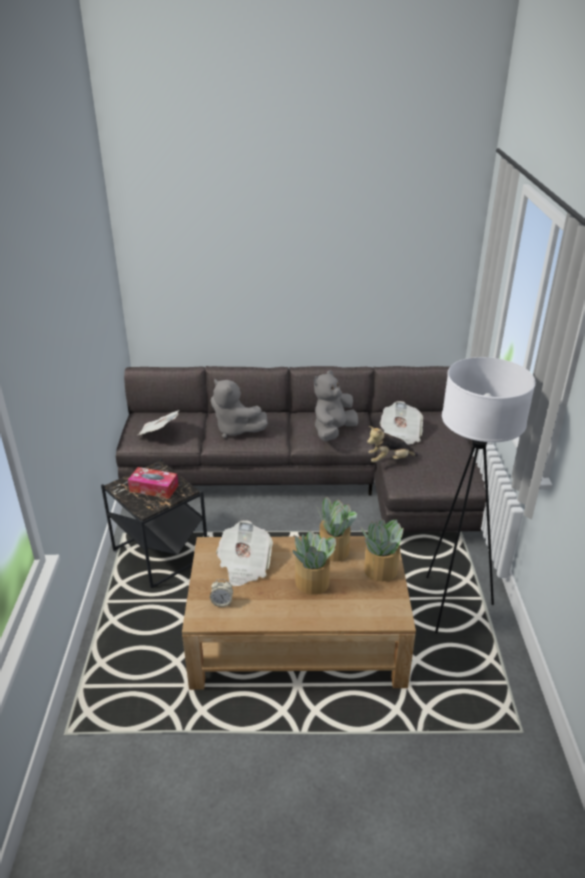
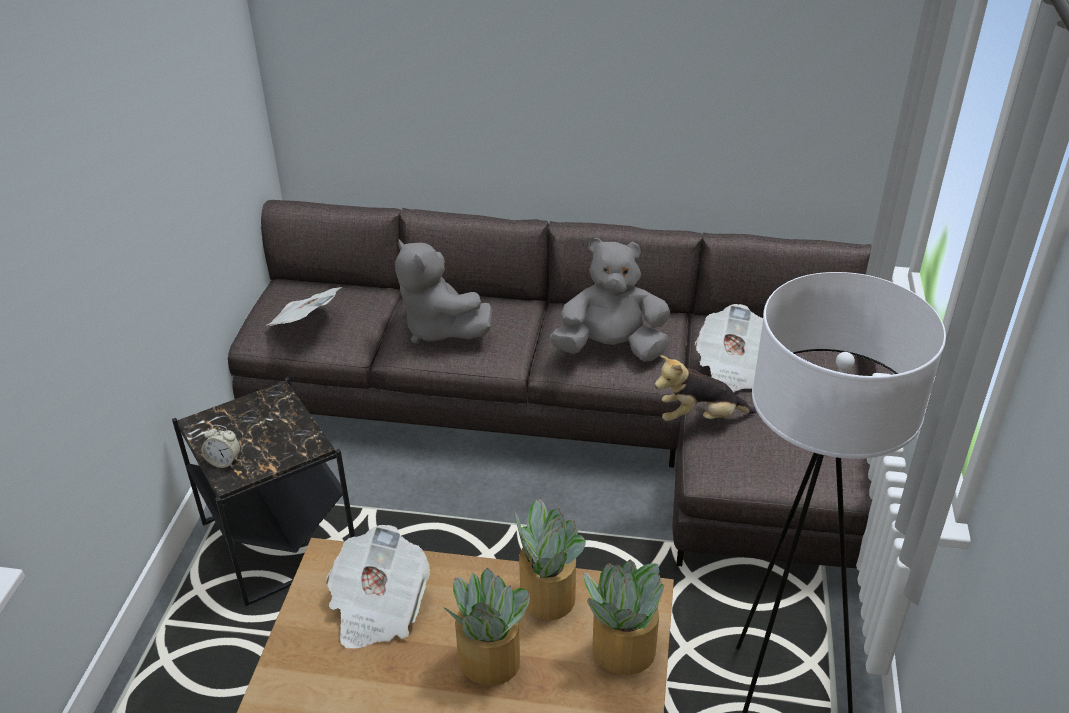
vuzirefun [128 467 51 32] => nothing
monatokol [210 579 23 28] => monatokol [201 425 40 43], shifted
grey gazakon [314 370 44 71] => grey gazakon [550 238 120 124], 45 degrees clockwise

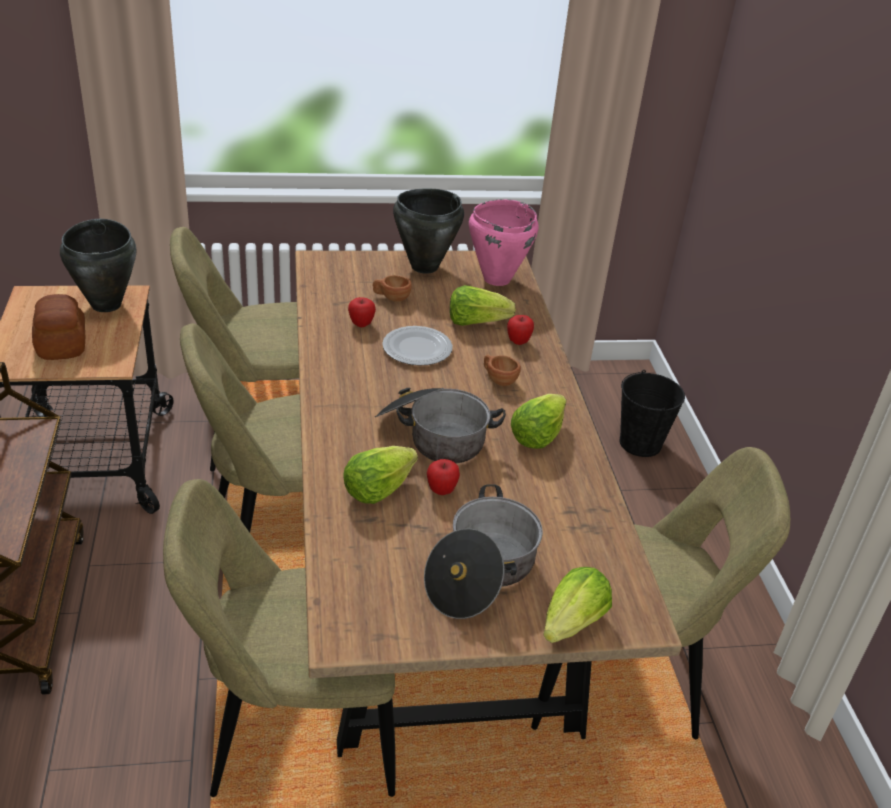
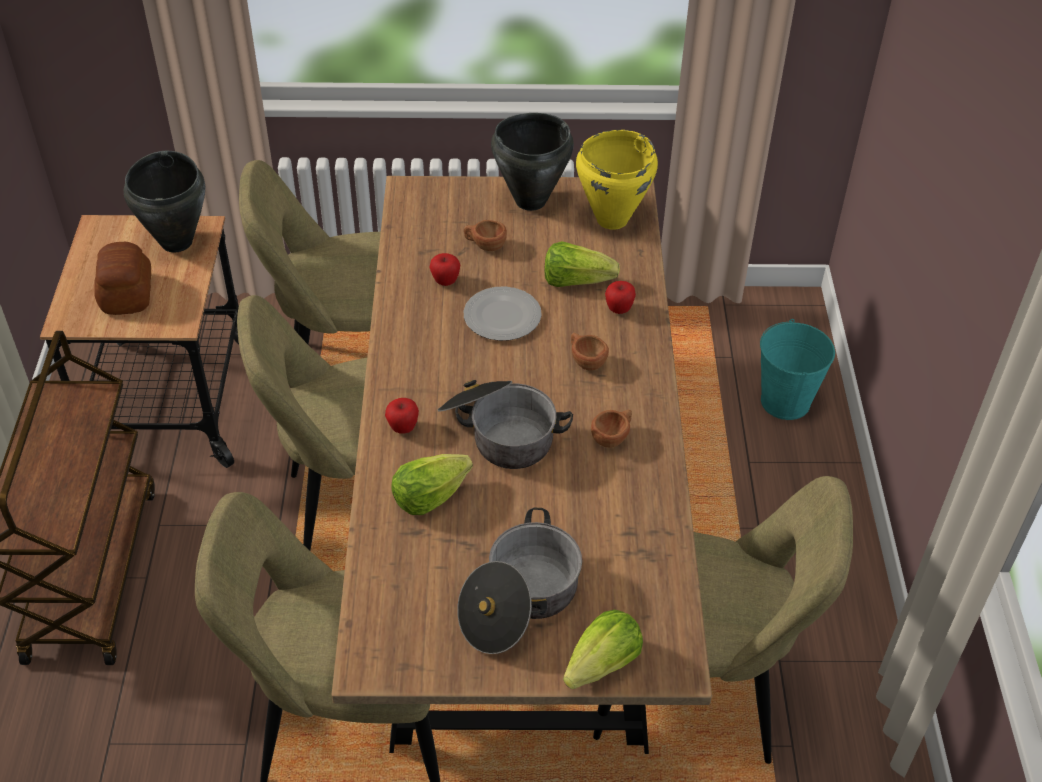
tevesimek [427 459 33 36] => tevesimek [385 398 34 36], shifted
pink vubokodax [469 199 69 87] => yellow vubokodax [576 130 82 100]
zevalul [511 394 56 55] => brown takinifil [591 410 41 38]
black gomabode [619 370 66 87] => turquoise gomabode [760 319 75 101]

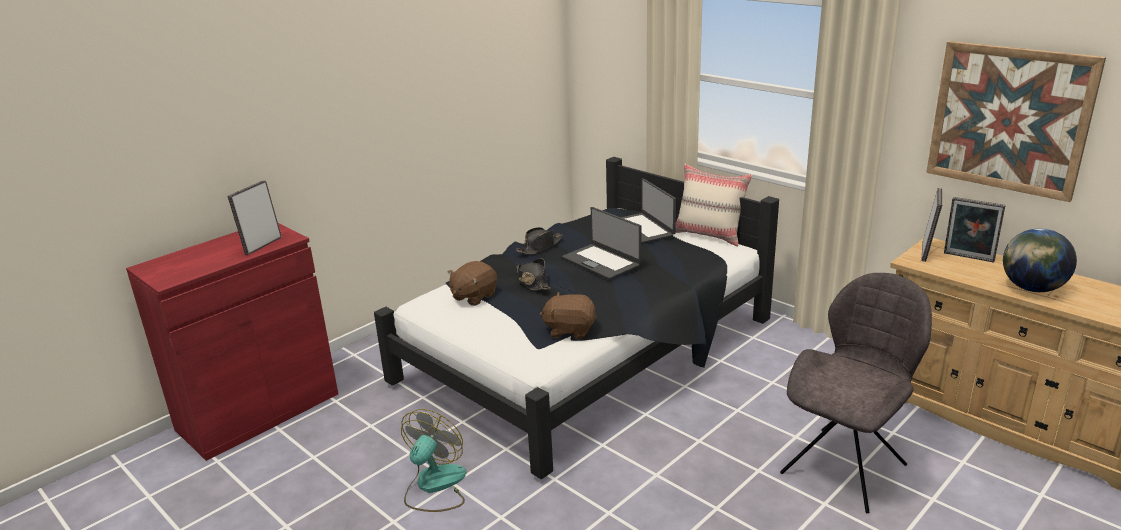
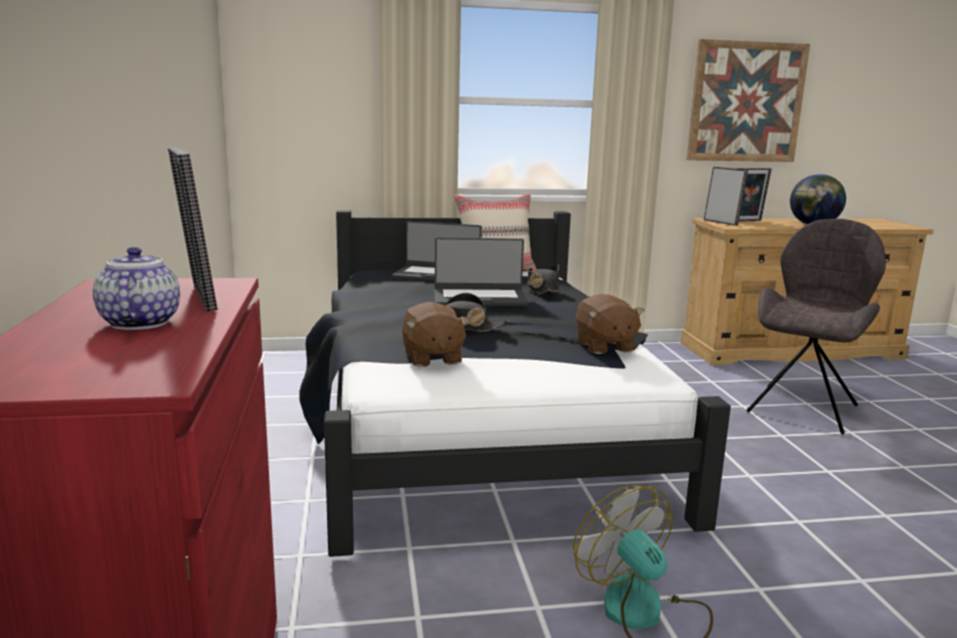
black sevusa [516 227 47 27] => black sevusa [527 265 32 30], shifted
brown gazakon [540 292 57 47] => brown gazakon [575 294 70 60], 60 degrees counterclockwise
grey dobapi [780 273 152 240] => grey dobapi [746 219 140 215], 45 degrees clockwise
nothing => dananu [93 247 87 83]

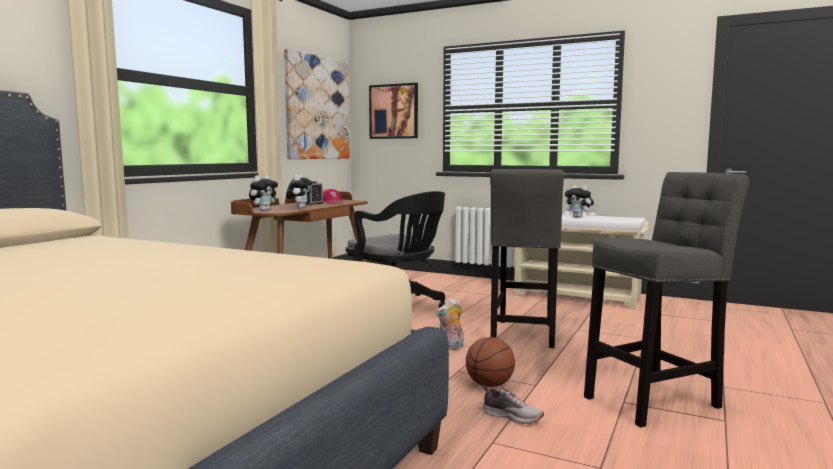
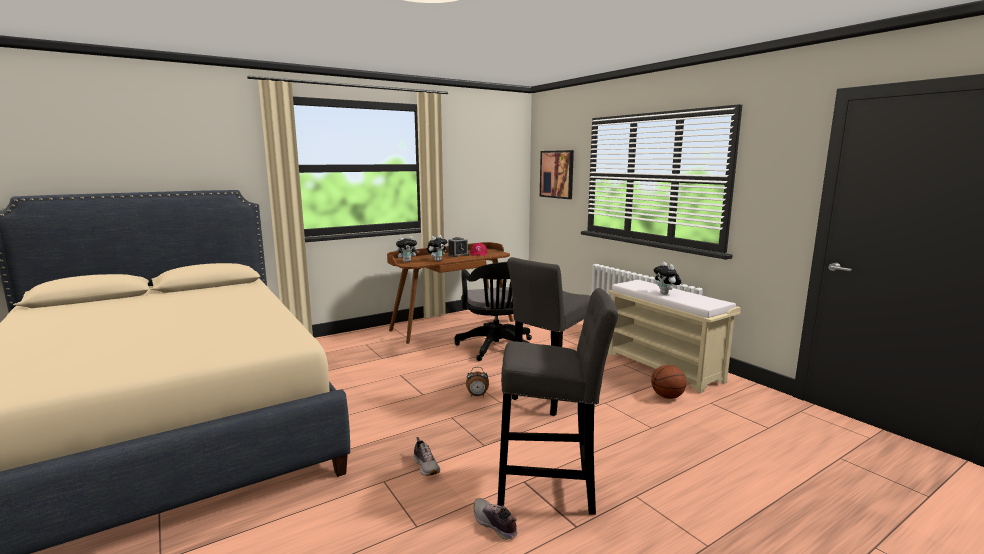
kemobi [284 48 66 111] => nothing
gazakon [436 298 28 52] => monatokol [466 367 23 29]
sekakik [466 337 49 50] => sekakik [651 365 35 34], shifted
nothing => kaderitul [473 498 45 42]

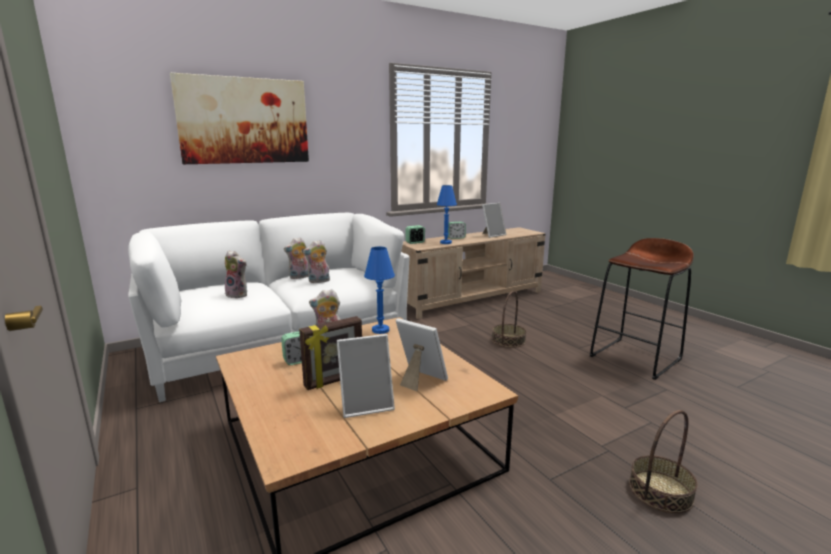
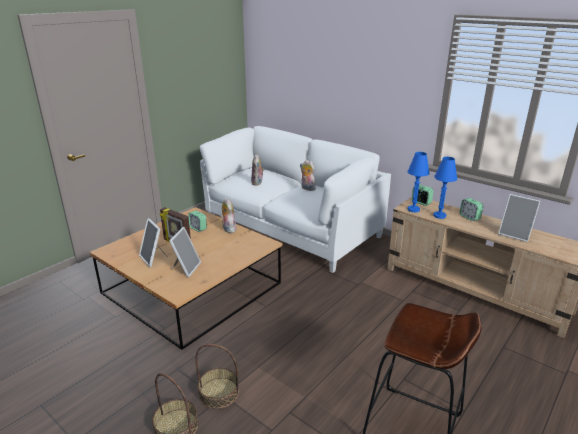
kemobi [170 73 139 91] => nothing
gazakon [303 240 27 43] => nothing
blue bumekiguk [364 247 31 87] => blue bumekiguk [408 152 22 60], shifted
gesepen [492 291 34 57] => gesepen [195 344 44 65], shifted

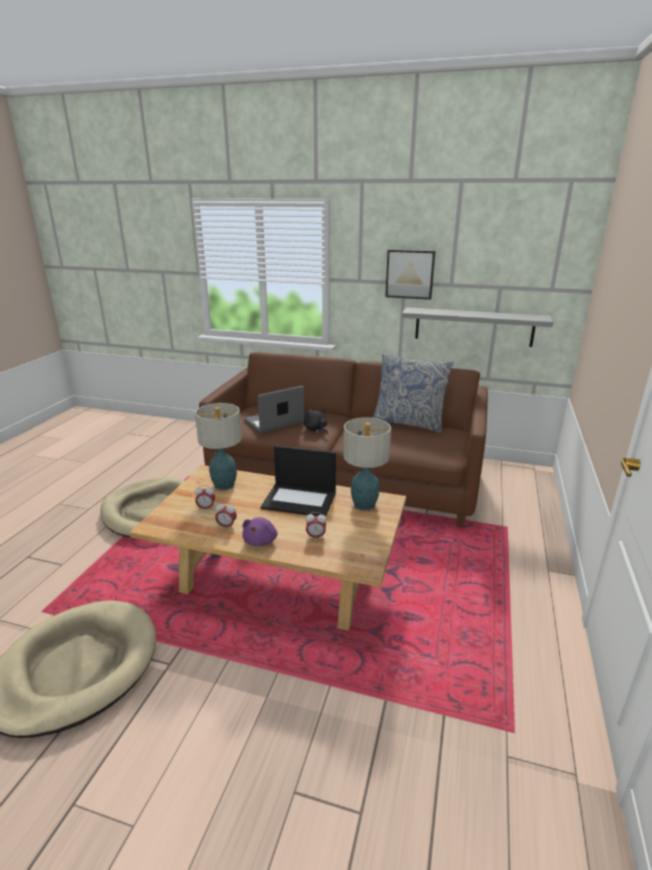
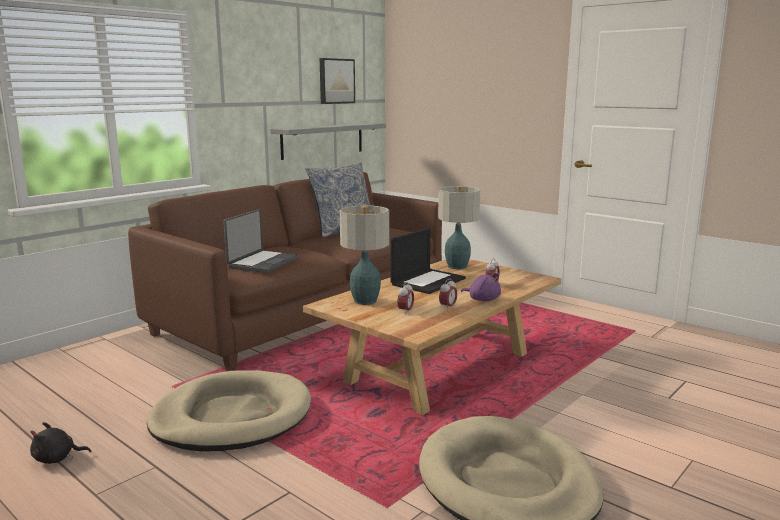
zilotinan [244 386 60 47] => zilotinan [223 209 76 64], 150 degrees counterclockwise
black gazakon [303 407 25 27] => black gazakon [30 422 61 42], shifted
kemobi [385 249 50 51] => kemobi [320 58 35 46], shifted

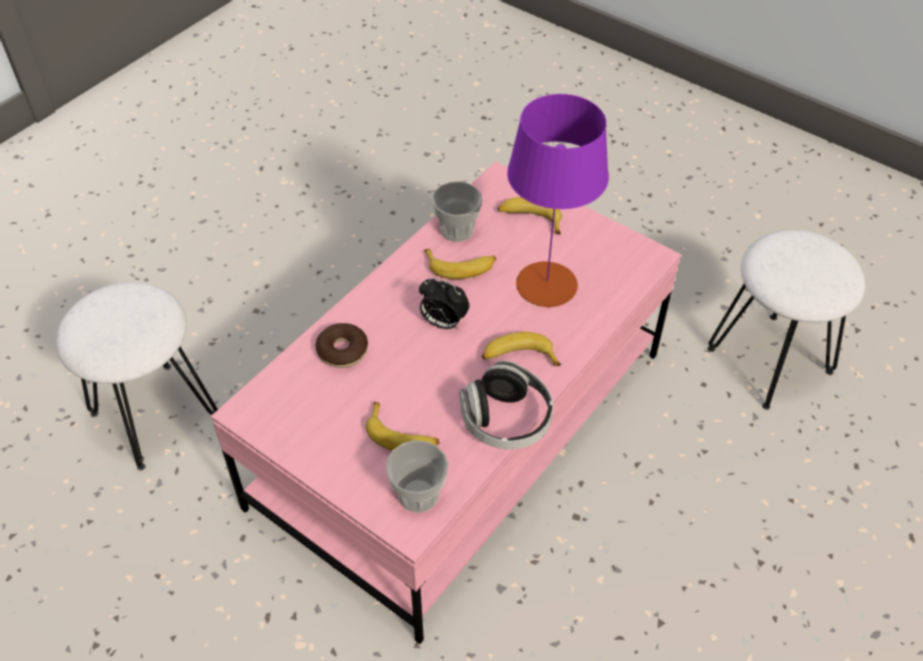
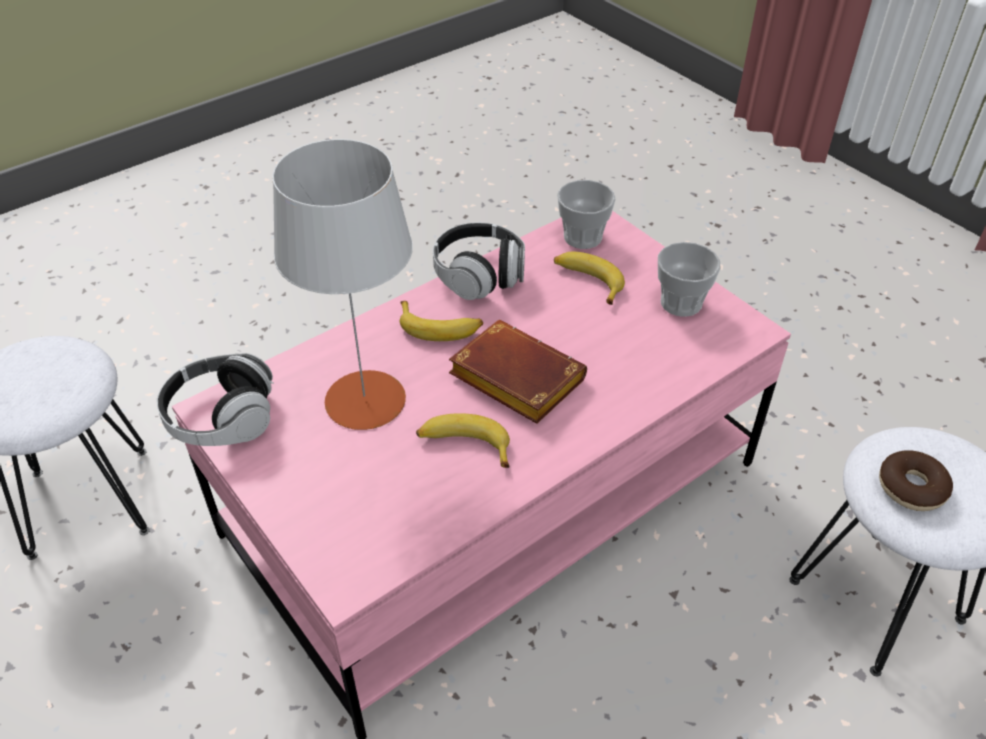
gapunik [316 323 52 45] => gapunik [879 450 74 61], shifted
monatokol [419 278 50 51] => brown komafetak [449 320 138 104]
takinifil [432 182 50 60] => takinifil [658 242 63 75], shifted
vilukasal [498 197 64 38] => nothing
purple bumekiguk [507 94 102 213] => grey bumekiguk [272 139 141 291]
nothing => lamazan [157 353 117 93]

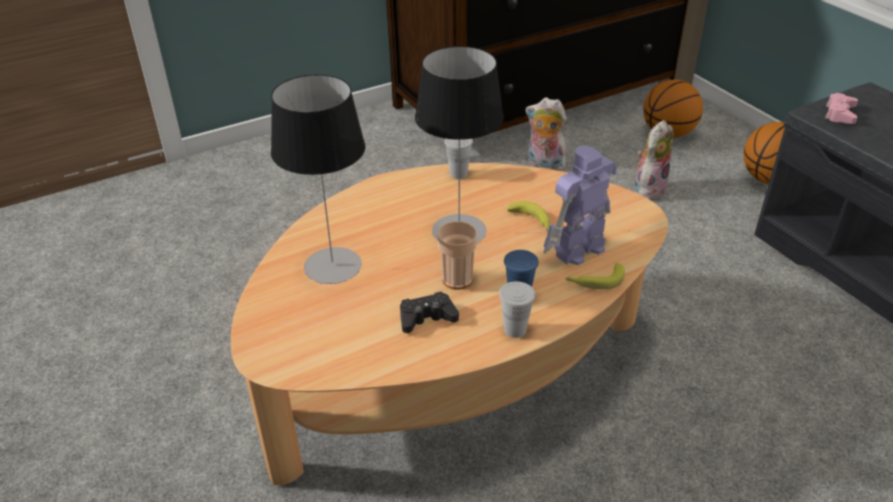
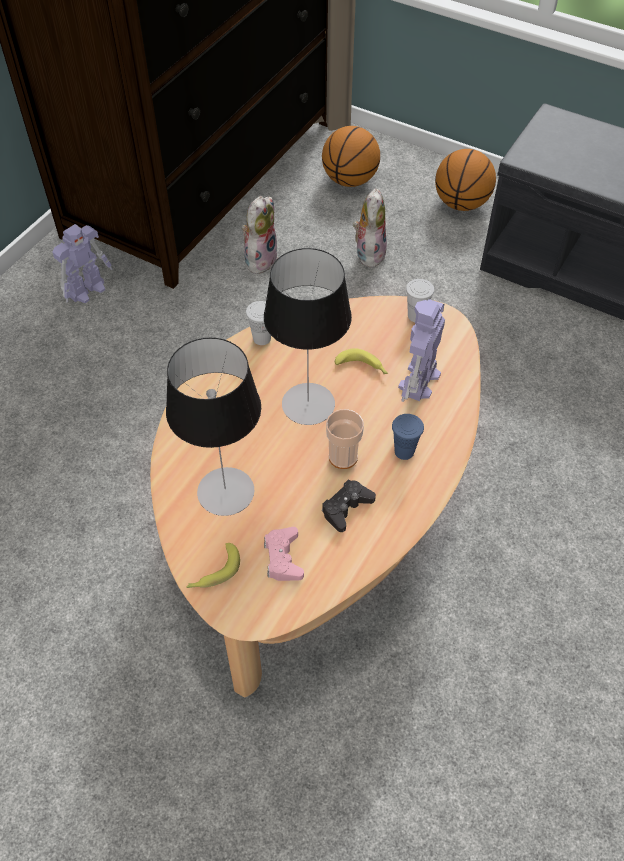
white takinifil [499 282 37 56] => white takinifil [406 279 28 43], shifted
gazakon [526 97 41 74] => gazakon [242 196 36 78], 120 degrees clockwise
vilukasal [565 263 60 26] => vilukasal [186 543 54 45], shifted
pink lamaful [825 93 33 31] => pink lamaful [264 527 40 54], shifted
nothing => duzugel [52 224 61 79]

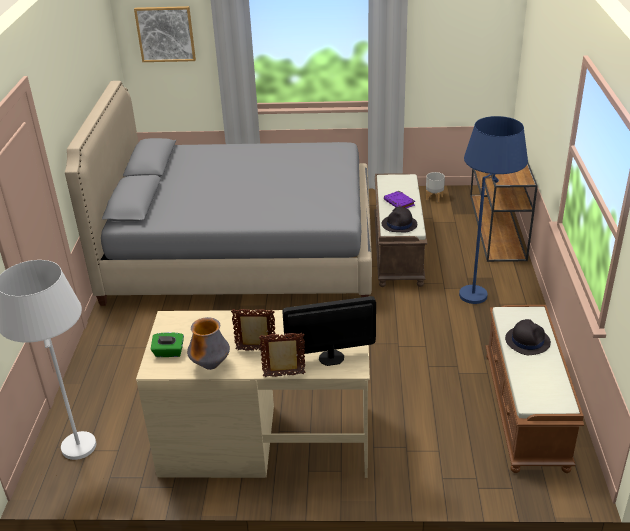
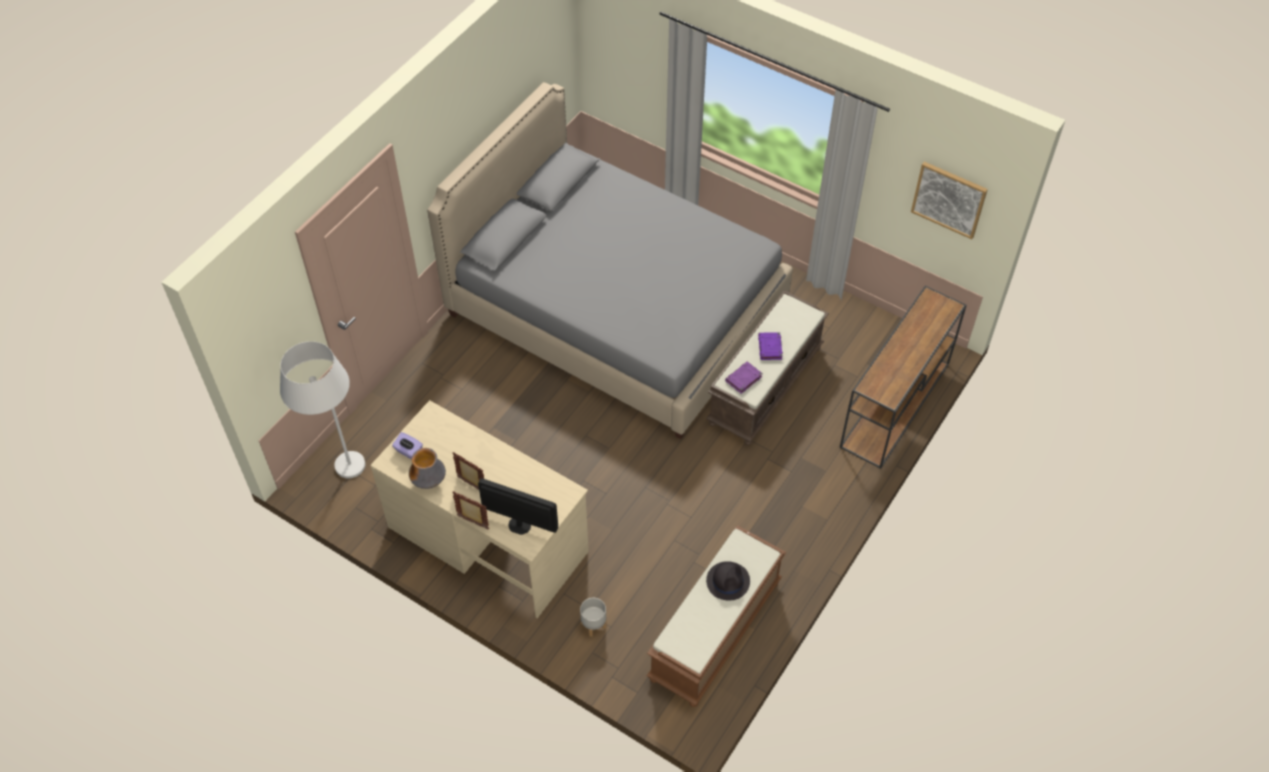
kemobi [134 6 62 56] => kemobi [911 162 77 77], shifted
green vuzirefun [151 332 33 25] => purple vuzirefun [392 432 31 27]
black sevusa [382 207 35 25] => purple komafetak [725 361 38 33]
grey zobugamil [426 172 19 31] => grey zobugamil [580 598 27 39], shifted
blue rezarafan [459 116 69 188] => nothing

